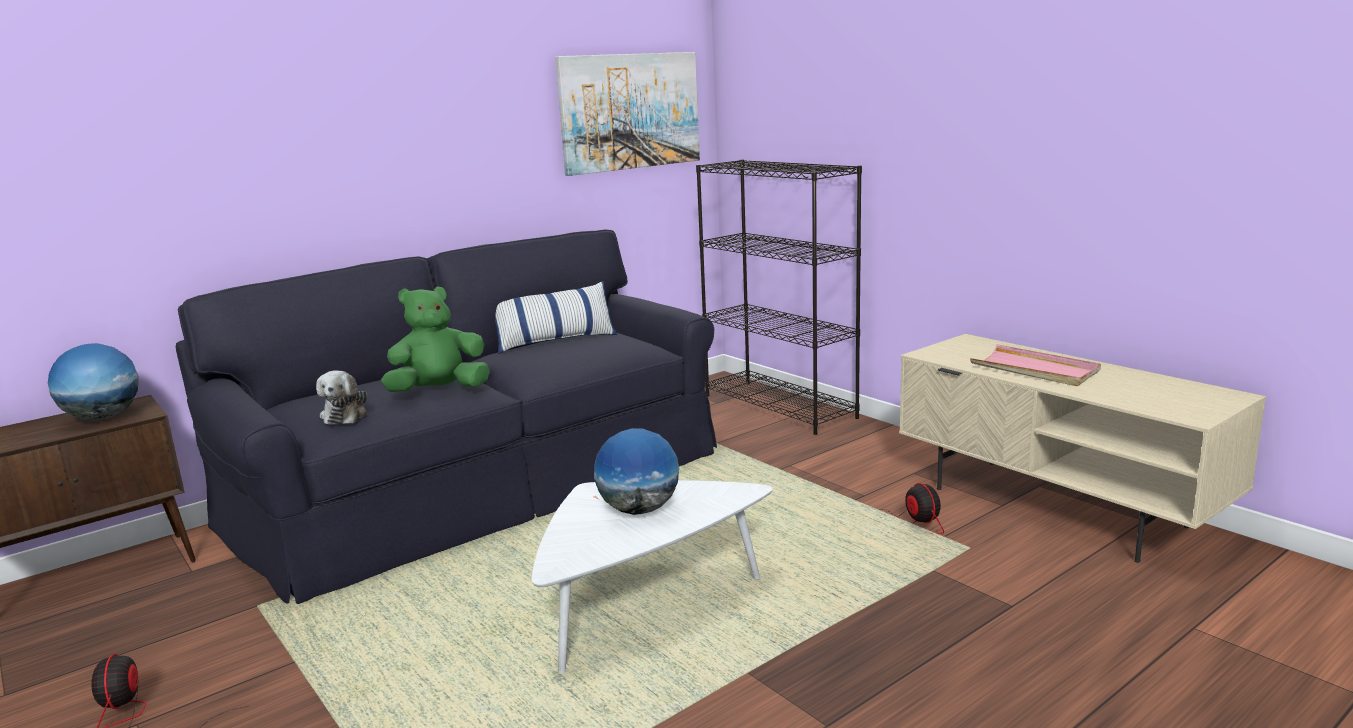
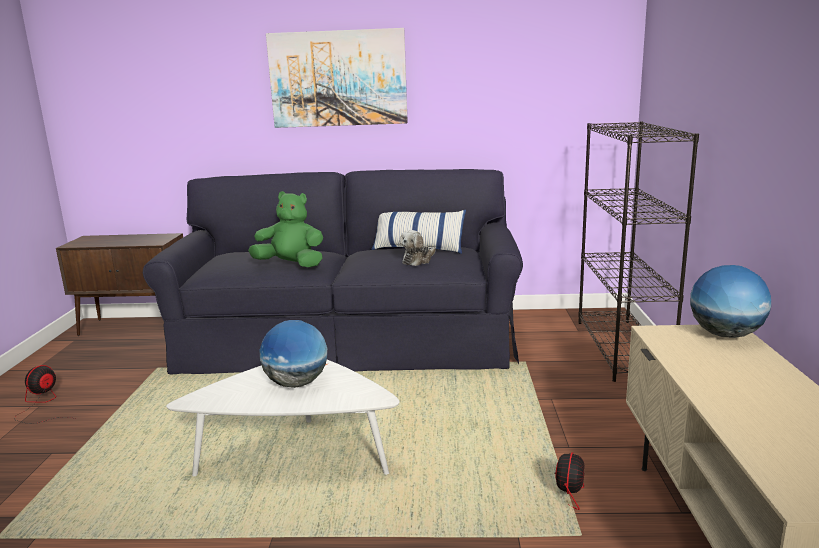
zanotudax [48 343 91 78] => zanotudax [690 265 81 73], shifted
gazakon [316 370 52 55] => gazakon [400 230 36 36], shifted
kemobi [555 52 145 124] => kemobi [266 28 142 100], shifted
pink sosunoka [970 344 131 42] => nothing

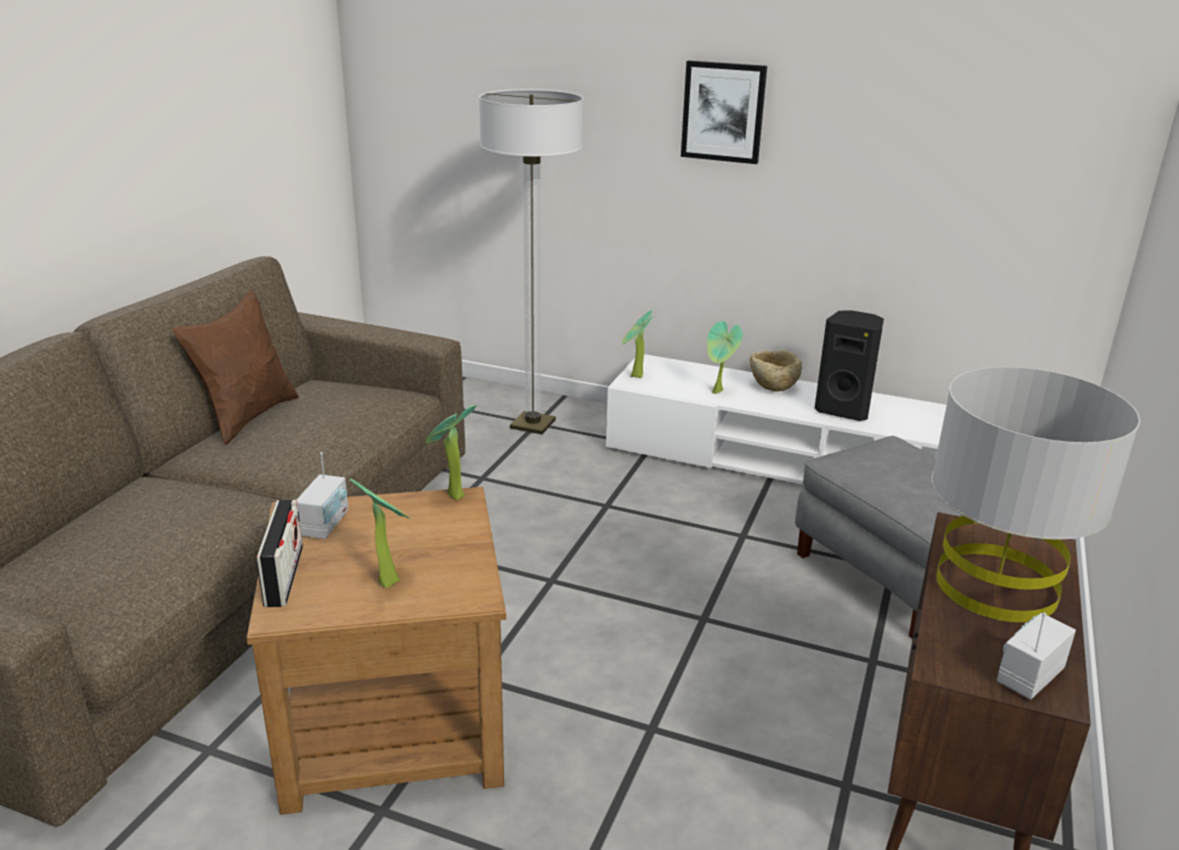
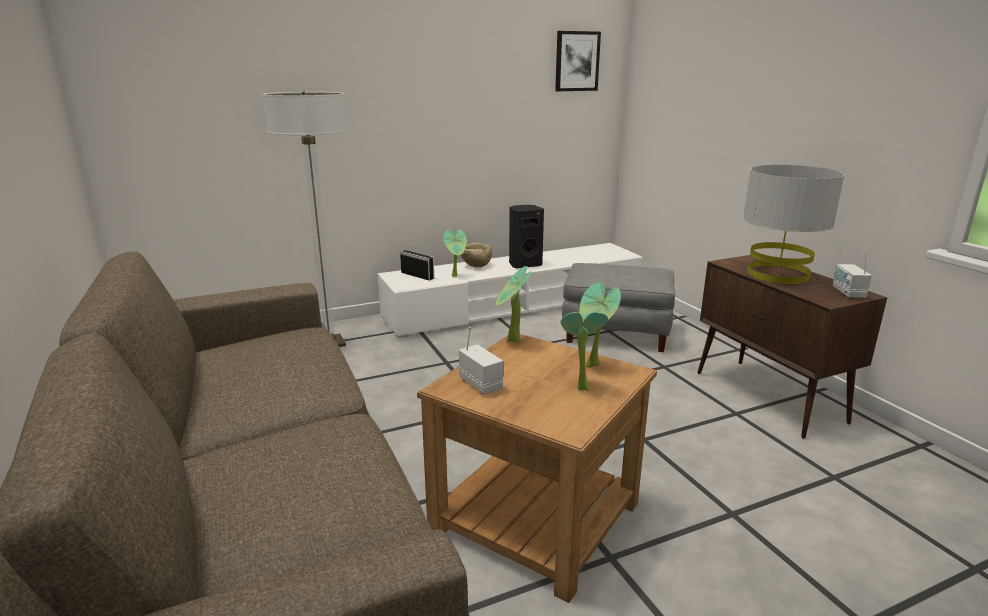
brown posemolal [173 290 126 155] => nothing
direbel [256 500 47 107] => direbel [400 250 34 30], shifted
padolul [622 311 31 67] => padolul [579 282 42 86], shifted
kemobi [681 61 86 103] => kemobi [555 31 46 60], shifted

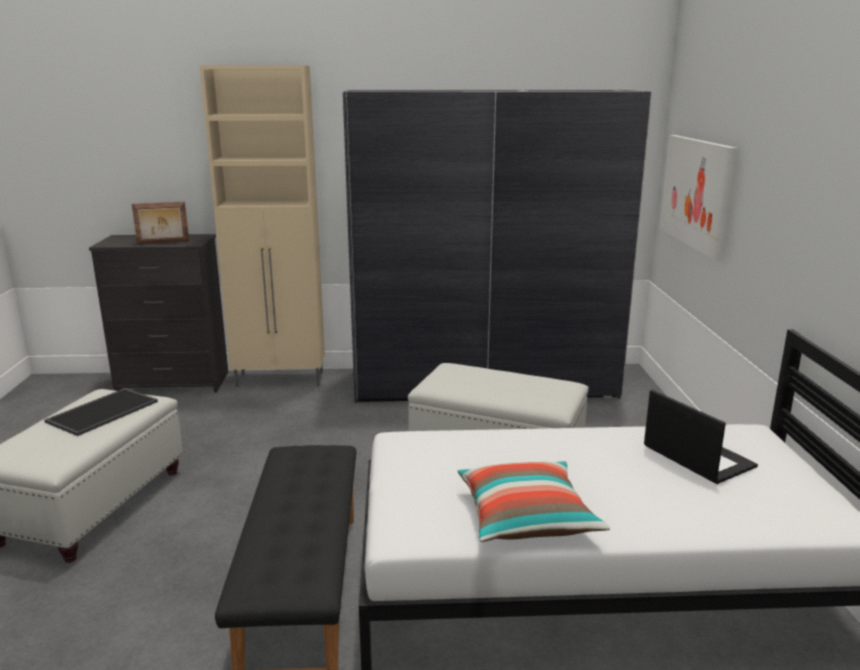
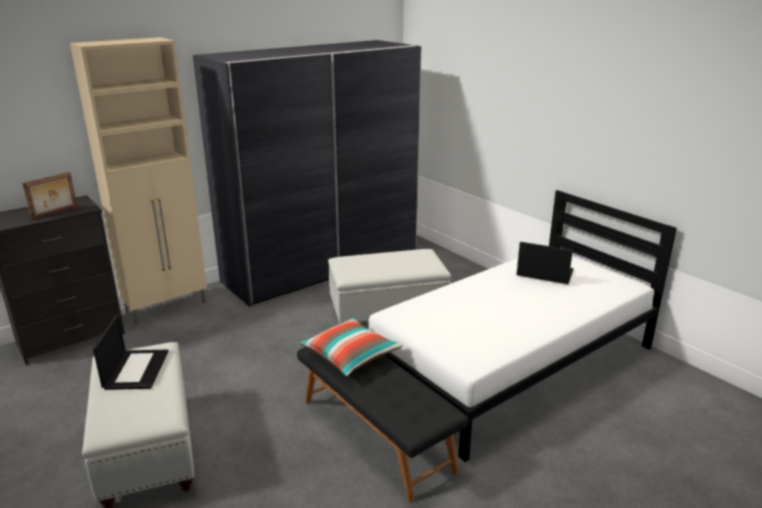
sosunoka [44 388 114 48] => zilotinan [93 315 75 75]
posemolal [458 461 152 81] => posemolal [299 317 104 59], shifted
kemobi [659 135 79 126] => nothing

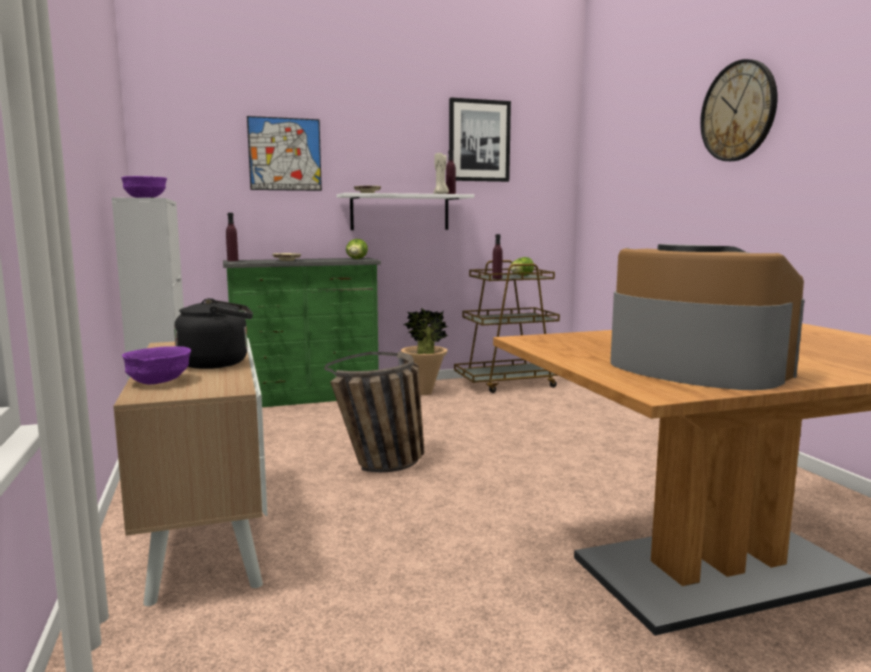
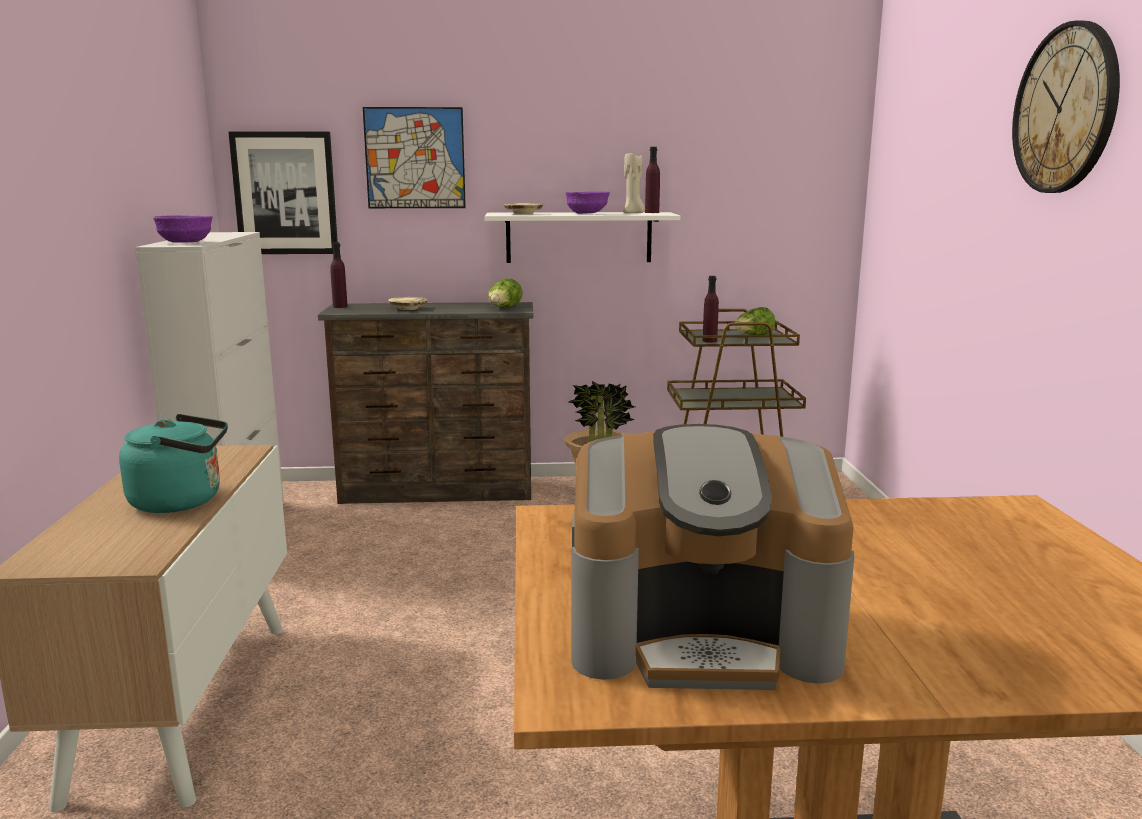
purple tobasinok [122 346 69 38] => purple tobasinok [566 191 44 23], shifted
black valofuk [174 298 79 71] => turquoise valofuk [119 414 109 99]
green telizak [223 258 158 149] => brown telizak [318 302 216 202]
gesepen [325 352 99 120] => nothing
kemobi [449 98 62 84] => kemobi [228 131 110 123], shifted
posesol [610 244 194 146] => posesol [571 424 283 266], 120 degrees clockwise

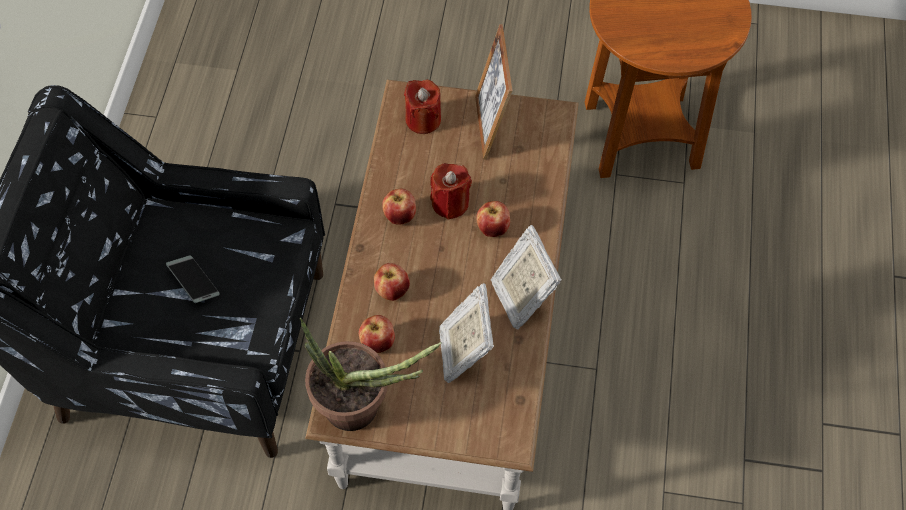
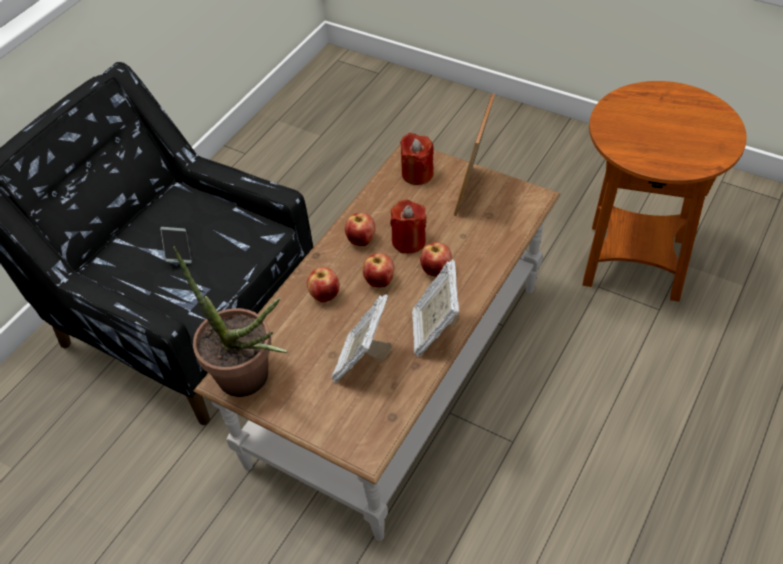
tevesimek [359 315 36 38] => tevesimek [362 253 32 35], shifted

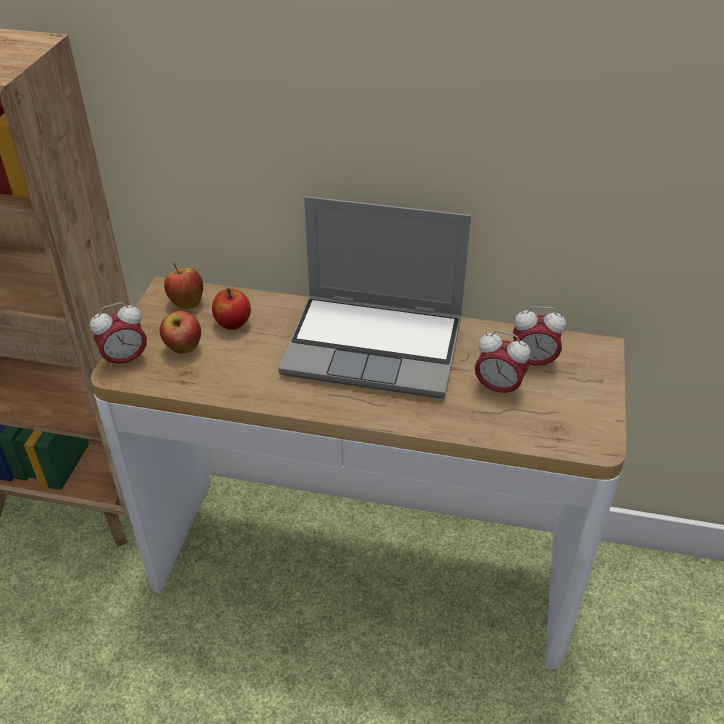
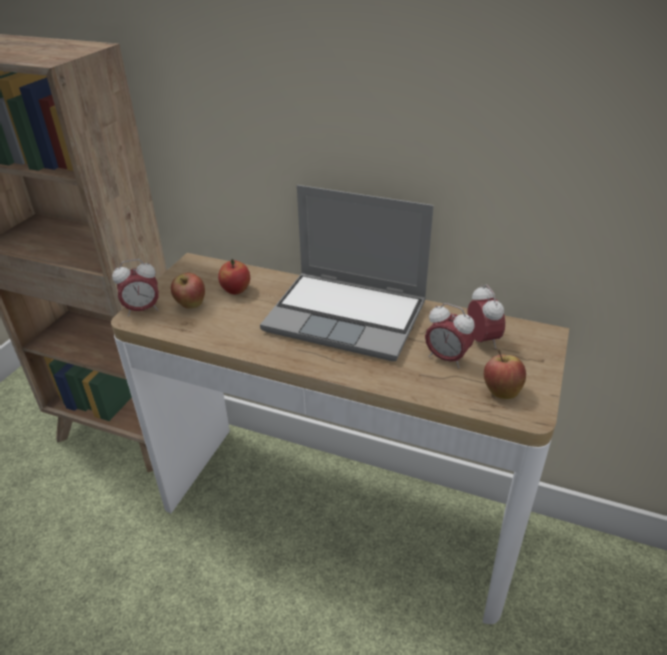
tevesimek [164 263 39 46] => tevesimek [484 350 42 49], shifted
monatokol [513 306 53 64] => monatokol [467 284 38 65], 120 degrees counterclockwise

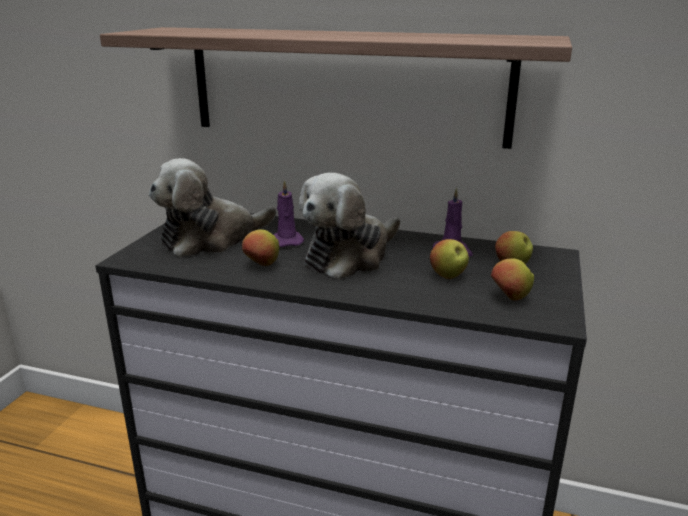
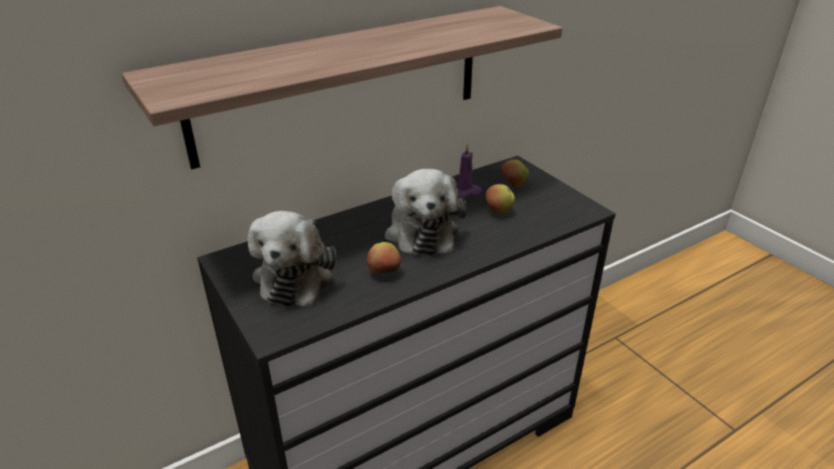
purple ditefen [273 180 31 67] => nothing
tevesimek [491 259 43 41] => nothing

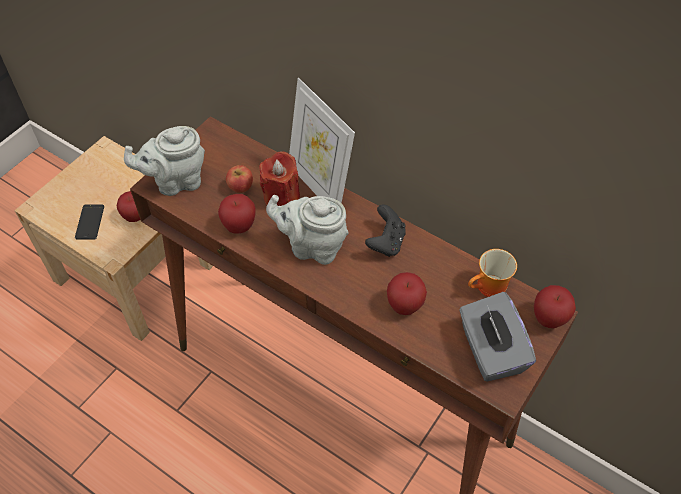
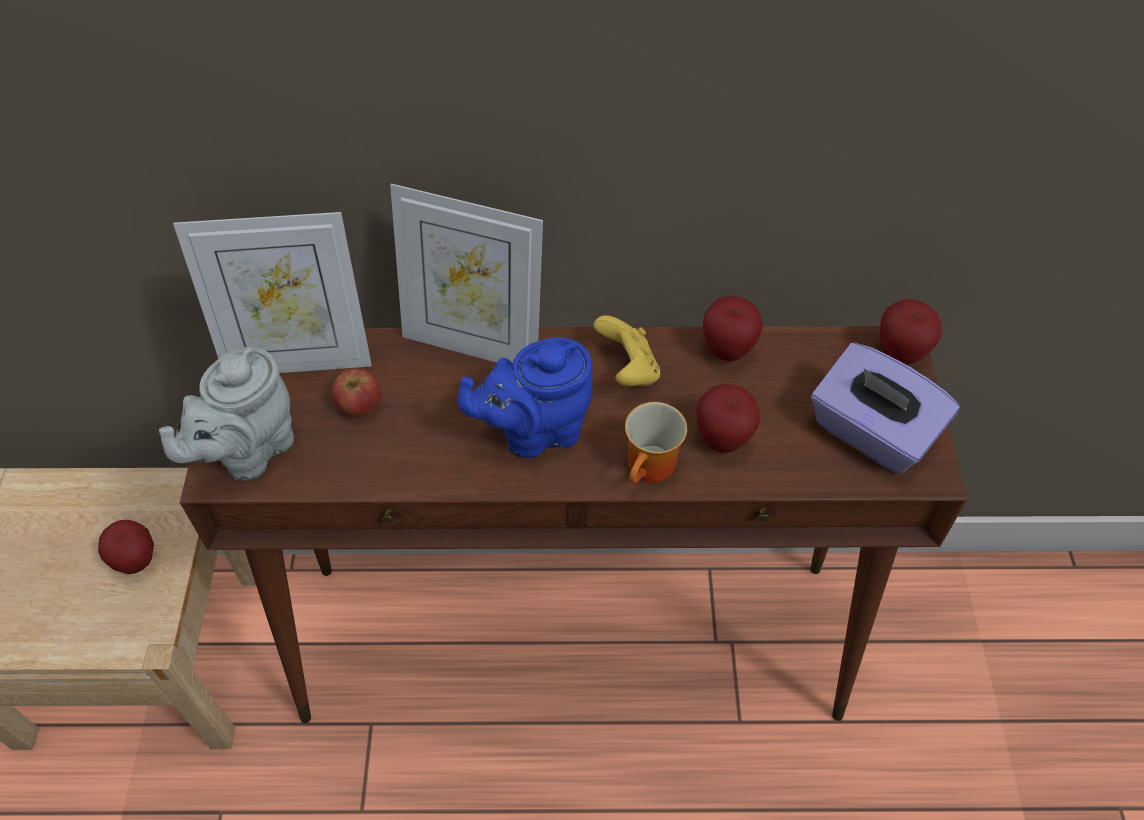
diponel [75 204 29 36] => nothing
tevesimek [218 194 38 39] => tevesimek [703 296 60 65], shifted
red ditefen [259 152 41 54] => nothing
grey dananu [266 195 83 70] => blue dananu [457 337 136 121]
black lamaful [365 205 41 52] => yellow lamaful [594 315 66 71]
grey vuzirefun [459 292 77 90] => purple vuzirefun [811 342 149 132]
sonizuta [468 249 49 48] => sonizuta [625 402 62 81], shifted
nothing => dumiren [173 212 199 161]

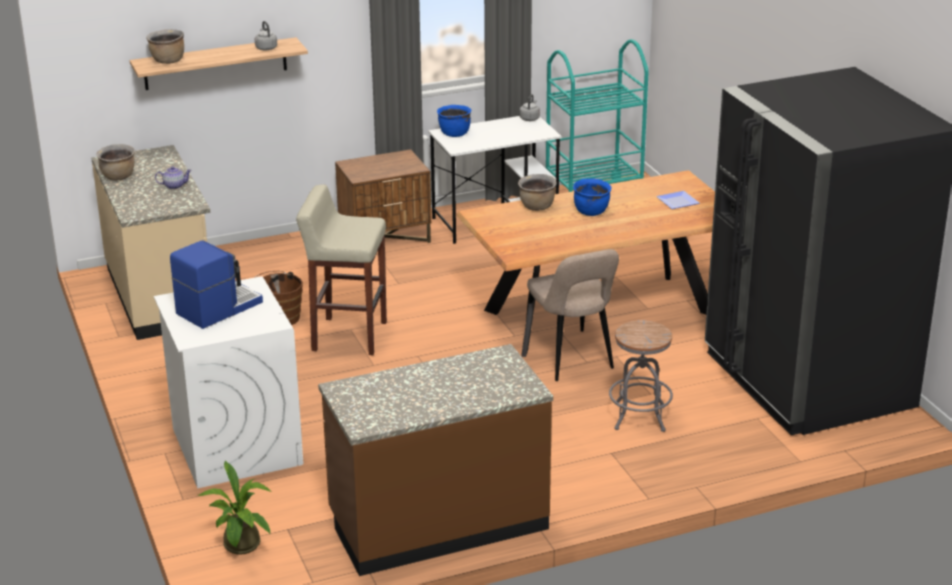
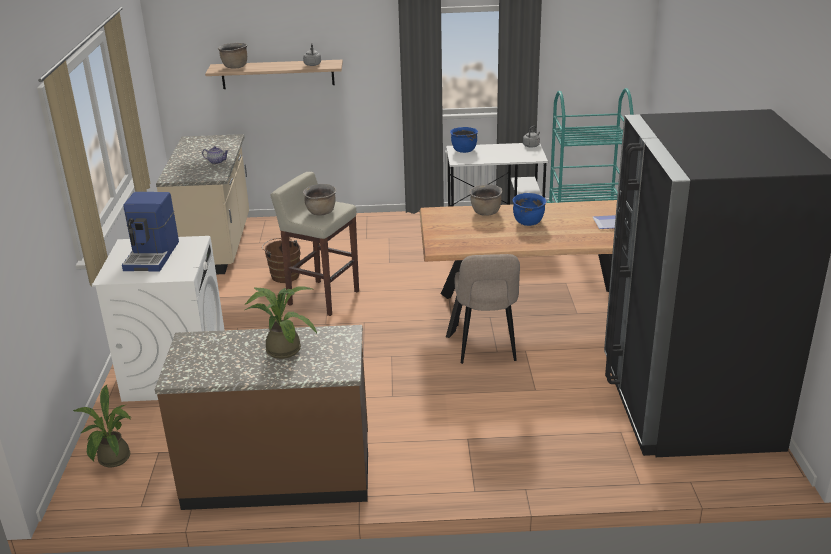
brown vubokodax [96 144 39 37] => brown vubokodax [303 184 33 32], shifted
posesol [170 241 93 88] => posesol [122 192 57 80], 120 degrees clockwise
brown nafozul [335 149 96 94] => nothing
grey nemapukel [609 320 64 112] => nothing
nothing => padolul [244 286 73 73]

